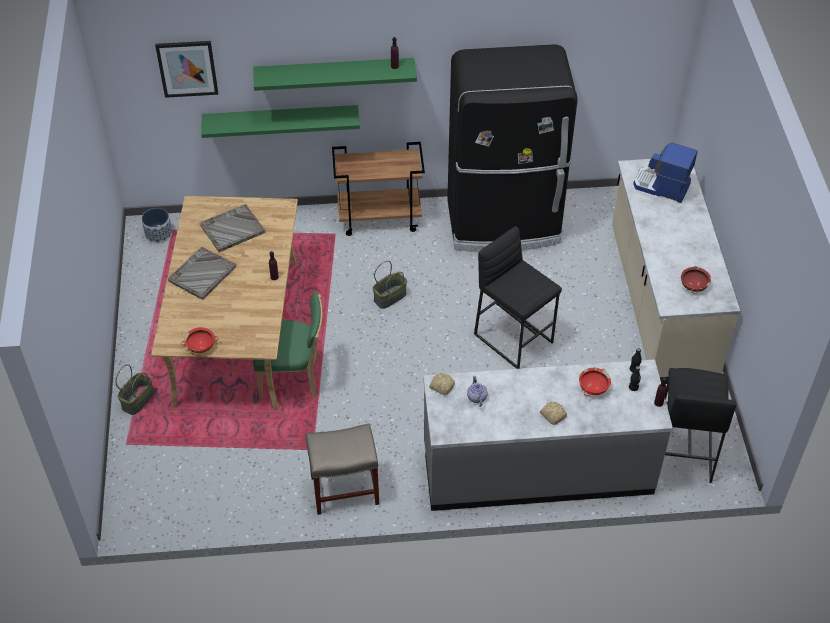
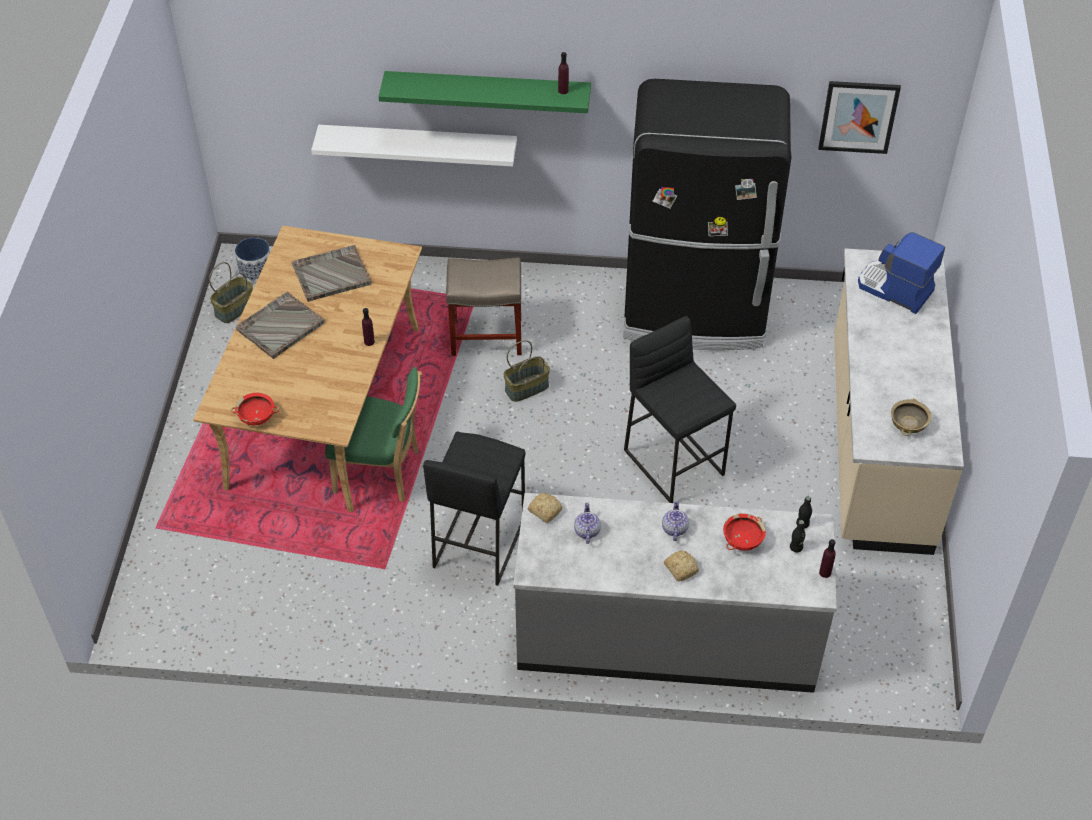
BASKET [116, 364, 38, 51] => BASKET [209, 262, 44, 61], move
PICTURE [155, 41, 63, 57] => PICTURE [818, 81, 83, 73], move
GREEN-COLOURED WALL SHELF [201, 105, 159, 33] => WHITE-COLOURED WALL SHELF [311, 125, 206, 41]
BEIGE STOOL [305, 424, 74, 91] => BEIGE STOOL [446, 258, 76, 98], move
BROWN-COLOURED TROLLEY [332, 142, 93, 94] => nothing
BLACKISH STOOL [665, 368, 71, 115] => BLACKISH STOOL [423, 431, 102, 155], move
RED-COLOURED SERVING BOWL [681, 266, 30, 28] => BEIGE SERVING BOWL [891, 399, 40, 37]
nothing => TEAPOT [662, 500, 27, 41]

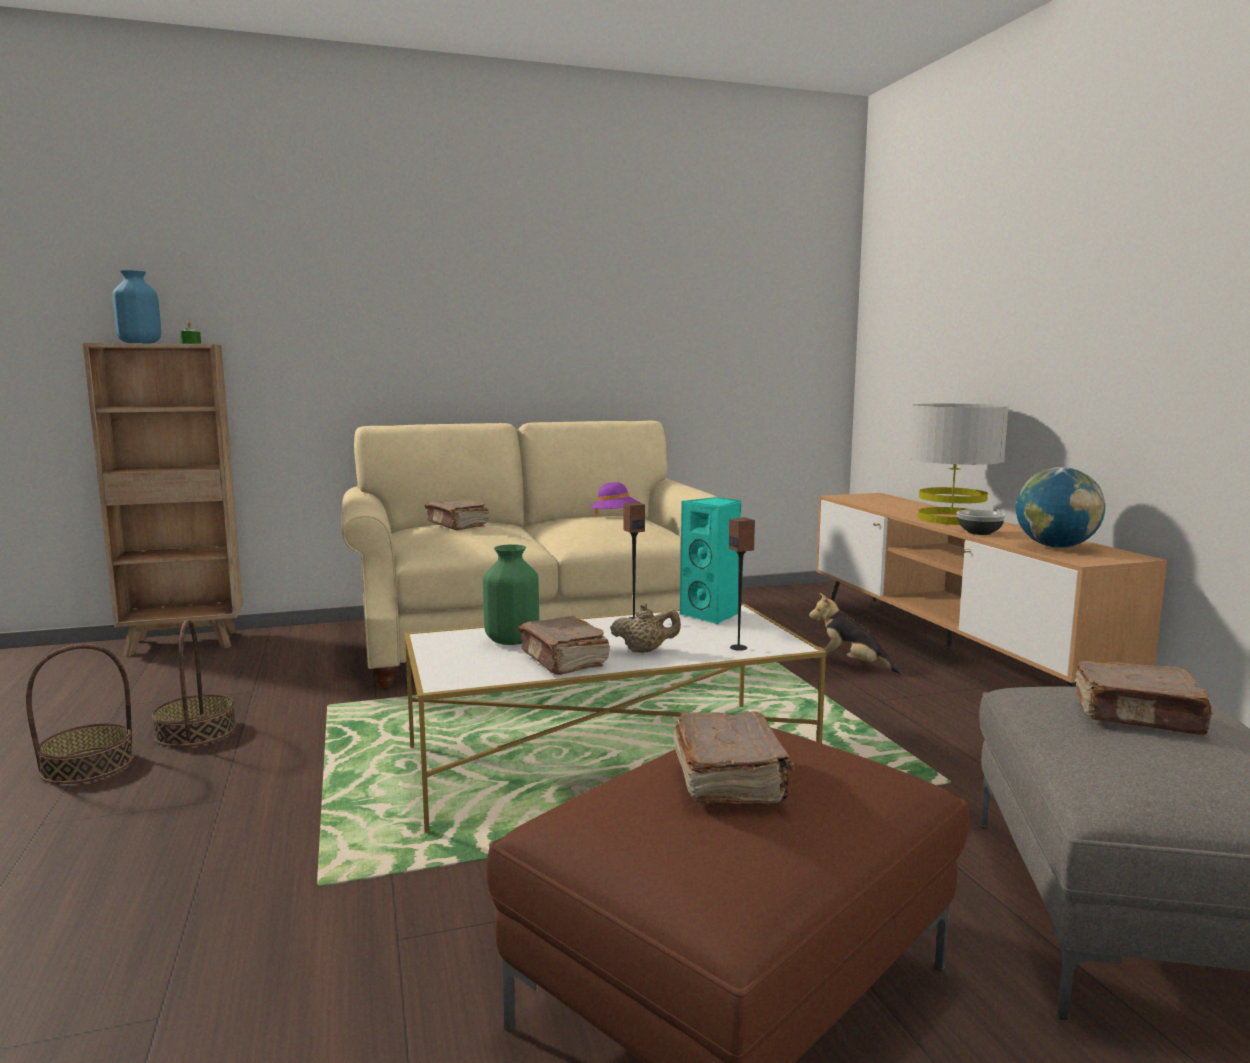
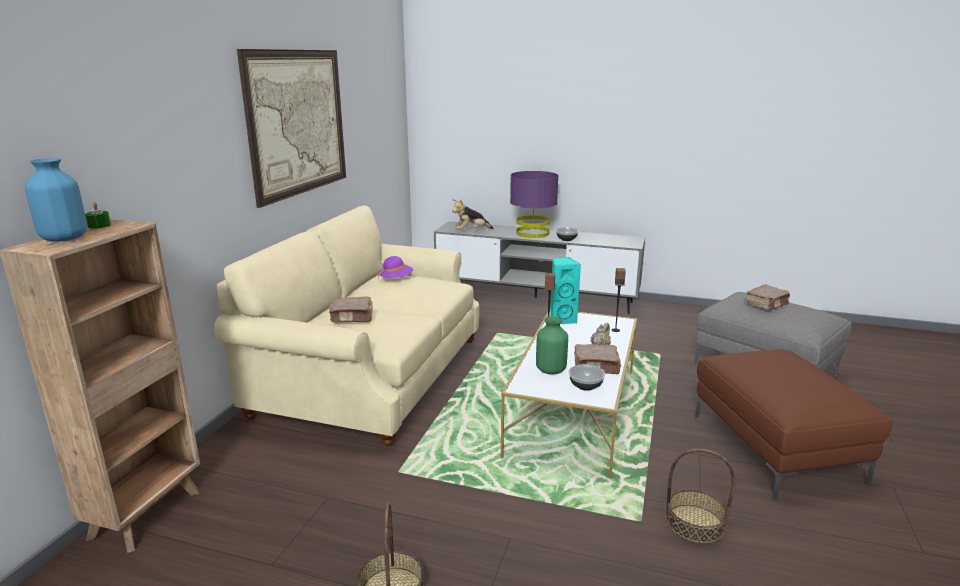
BASKET [152, 619, 84, 128] => BASKET [666, 449, 69, 95], move
BROWN-COLOURED BOUND BOOK [673, 711, 122, 94] => nothing
PLUSH TOY [809, 593, 93, 81] => PLUSH TOY [452, 199, 41, 30], move
BROWN-COLOURED TV STAND [816, 493, 351, 194] => GREYISH TV STAND [434, 221, 211, 93]
GREYISH TABLE LAMP [908, 404, 101, 121] => PURPLE-COLOURED TABLE LAMP [510, 171, 49, 67]
WORLD GLOBE [1016, 467, 89, 81] => nothing
nothing => PICTURE [237, 49, 109, 159]
nothing => SERVING BOWL [569, 364, 36, 27]

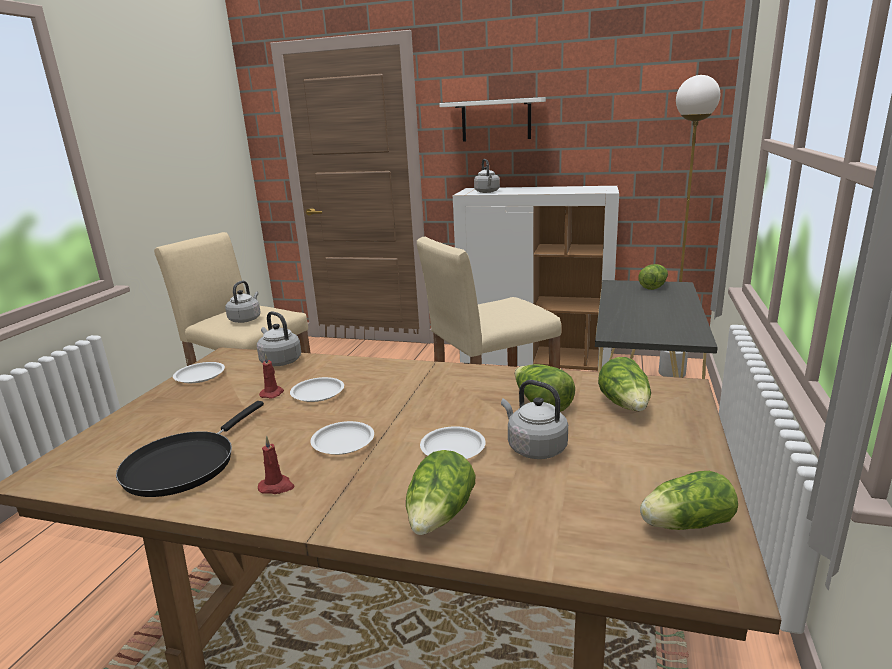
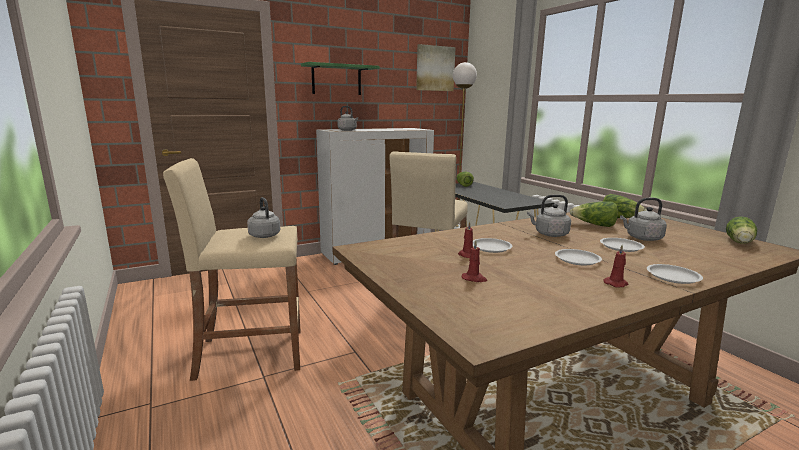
BLACKISH SKILLET [116, 401, 148, 96] => nothing
WHITE-COLOURED FLAT DISH [173, 362, 52, 21] => WHITE-COLOURED FLAT DISH [647, 264, 56, 20], move
GREYISH KETTLE [257, 311, 45, 55] => GREYISH KETTLE [527, 194, 44, 43], move
LETTUCE [406, 450, 69, 85] => nothing
WHITE-COLOURED WALL SHELF [439, 97, 107, 45] => GREEN-COLOURED WALL SHELF [301, 62, 79, 33]
nothing => PICTURE [416, 44, 40, 47]
nothing => RED-COLOURED WAX CANDLE [462, 240, 25, 42]

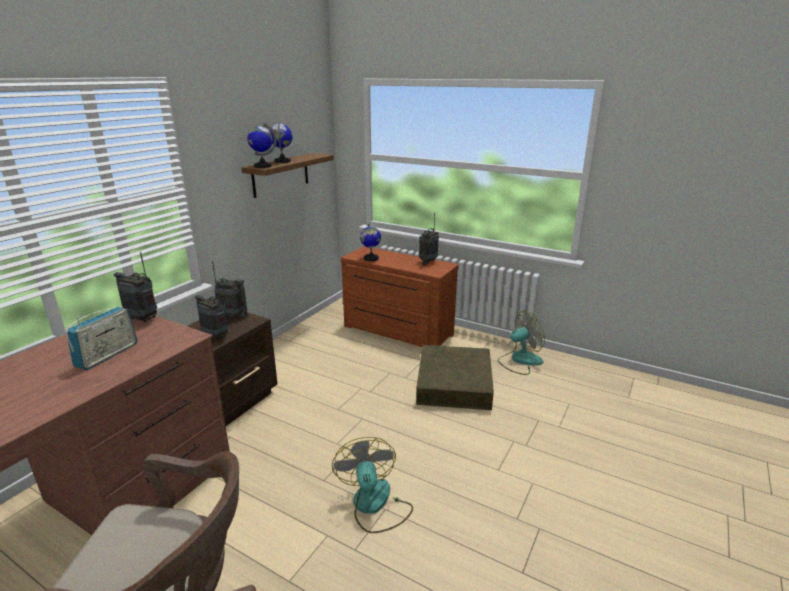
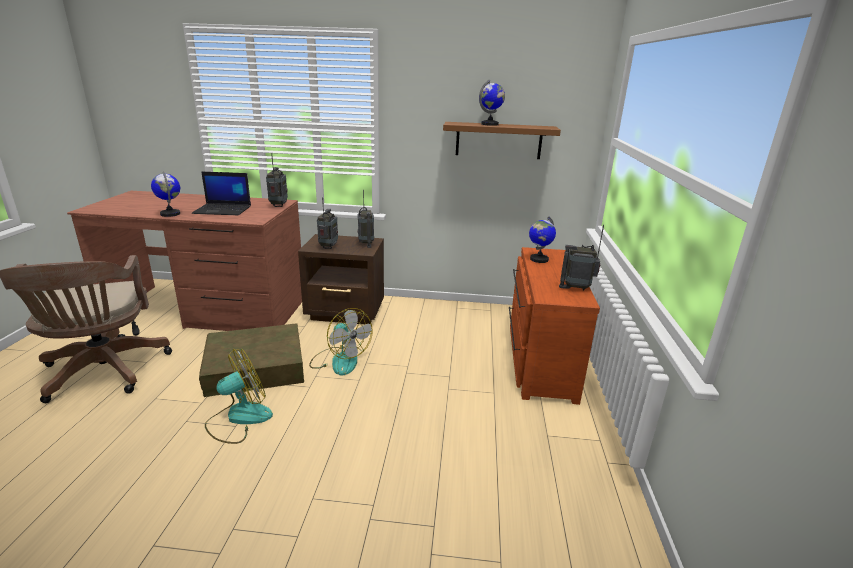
RADIO RECEIVER [66, 307, 71, 63] => PORTABLE COMPUTER [192, 172, 59, 43]
WORLD GLOBE [247, 123, 30, 45] => WORLD GLOBE [151, 172, 29, 45], move
BROWN-COLOURED STORAGE BIN [416, 345, 78, 65] => BROWN-COLOURED STORAGE BIN [199, 323, 105, 74], move
COOLING FAN [498, 311, 47, 64] => COOLING FAN [309, 308, 64, 67], move

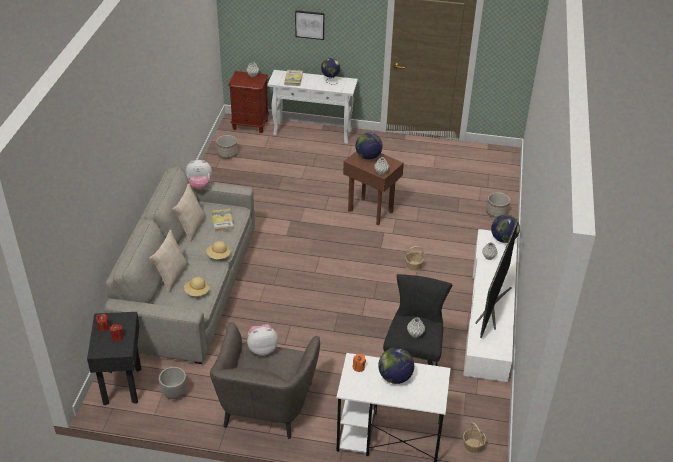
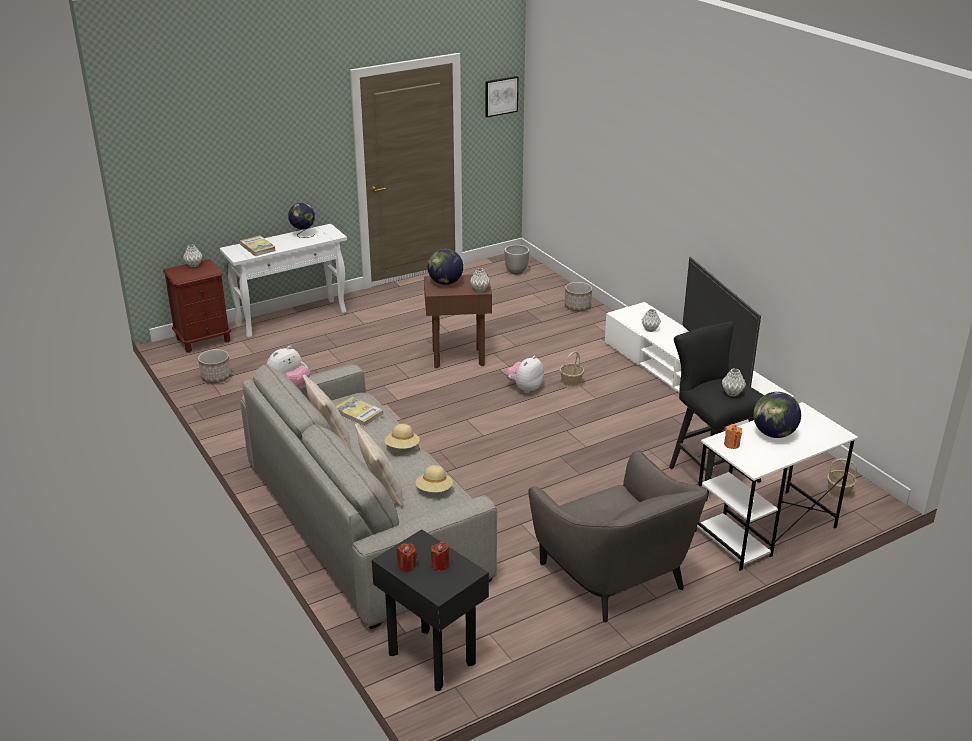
PLANTER [159, 367, 28, 32] => PLANTER [504, 245, 26, 30], move
PLUSH TOY [247, 324, 31, 31] => PLUSH TOY [505, 356, 39, 37], move
PICTURE [295, 10, 30, 30] => PICTURE [485, 76, 33, 41], move
WORLD GLOBE [491, 215, 29, 28] => nothing

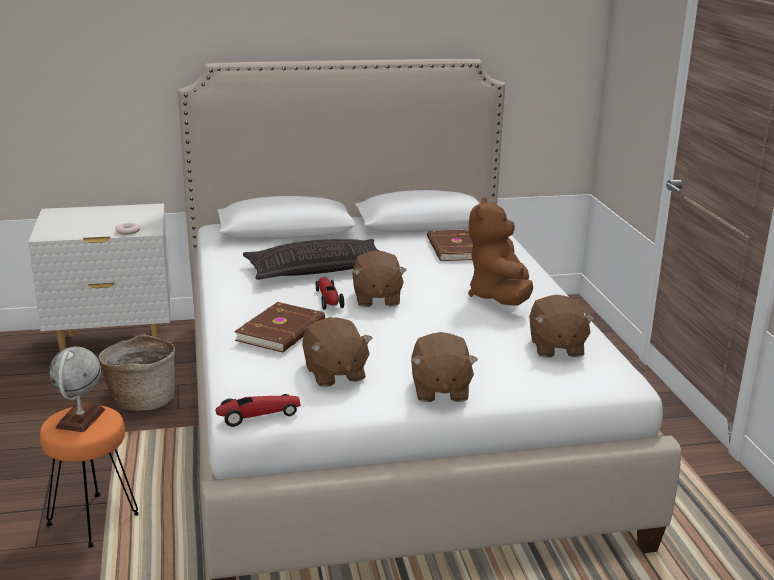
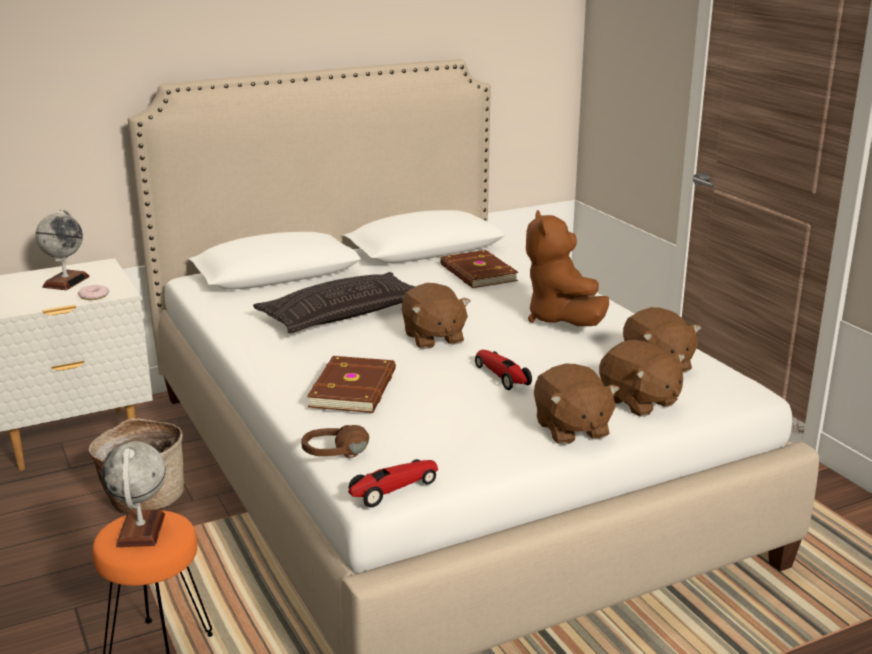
BROWN-COLOURED PLUSH TOY [302, 317, 71, 70] => BROWN-COLOURED PLUSH TOY [599, 340, 86, 77], move
MODEL CAR [315, 277, 29, 33] => MODEL CAR [475, 350, 57, 40], move
nothing => WORLD GLOBE [36, 209, 54, 81]
nothing => BROWN-COLOURED HEADPHONES [301, 425, 68, 33]

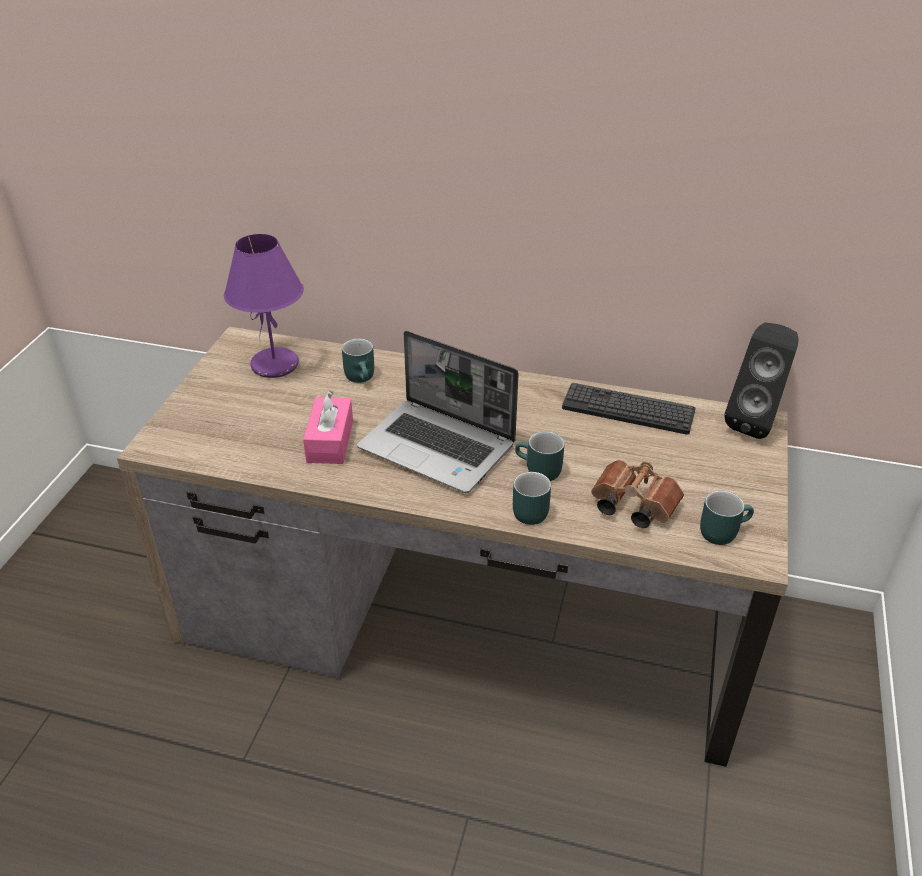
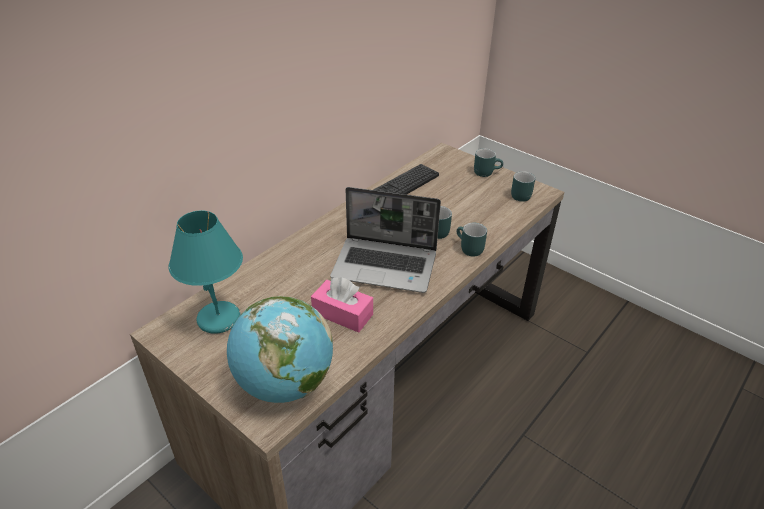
PURPLE-COLOURED TABLE LAMP [224, 234, 80, 144] => BLUE-GREEN TABLE LAMP [169, 211, 74, 123]
BLUE-GREEN TEA MUG [342, 339, 32, 44] => BLUE-GREEN TEA MUG [474, 148, 29, 29], move
PORTABLE COMPUTER [357, 331, 162, 162] => PORTABLE COMPUTER [330, 187, 111, 106], 45 degrees clockwise
BROWN-COLOURED BINOCULARS [591, 460, 93, 68] => nothing
BLACKISH AUDIO SPEAKER [724, 322, 75, 117] => nothing
nothing => WORLD GLOBE [227, 296, 106, 107]

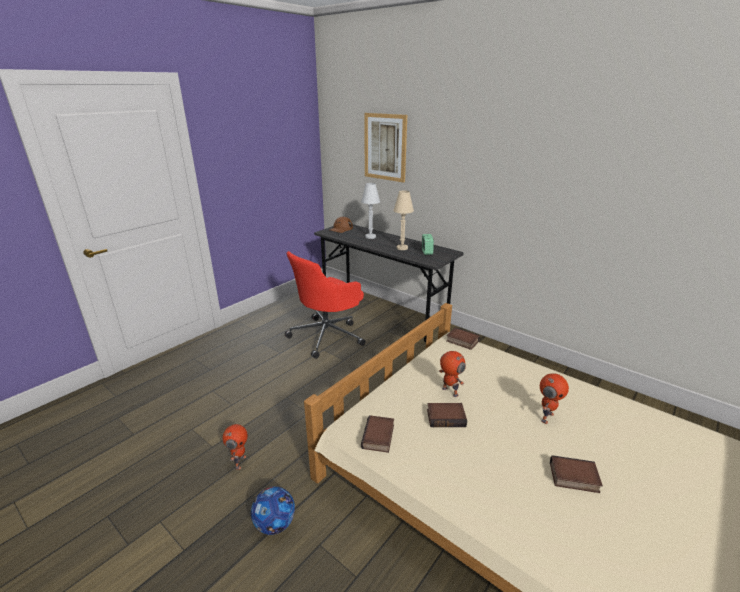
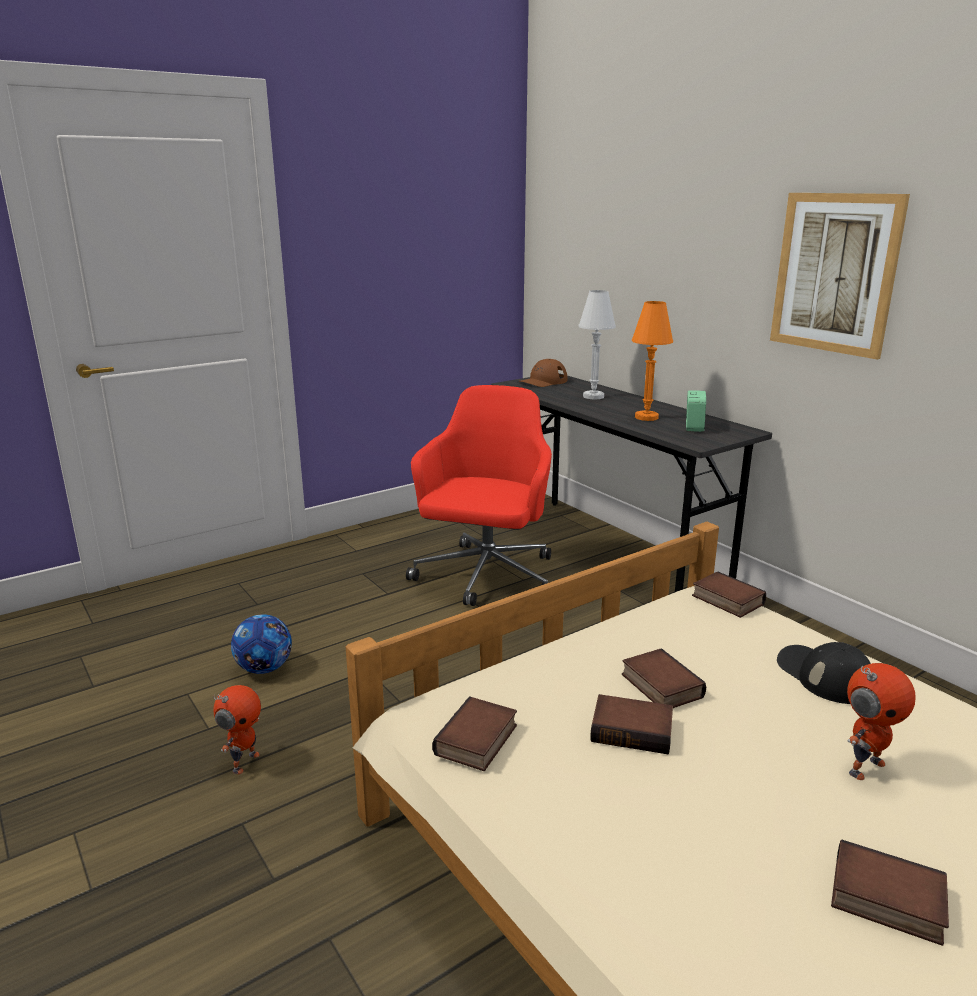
FOOTBALL BALL [251, 487, 44, 48] => FOOTBALL BALL [231, 614, 61, 60], move
RED-COLOURED COMPUTER CHAIR [285, 251, 80, 108] => RED-COLOURED COMPUTER CHAIR [406, 385, 146, 221], 135 degrees clockwise
PICTURE [364, 113, 43, 70] => PICTURE [770, 193, 140, 166], move
BEIGE TABLE LAMP [393, 190, 21, 60] => ORANGE TABLE LAMP [632, 301, 41, 120]
ROBOT FIGURE [439, 351, 27, 46] => BOUND BOOK [622, 648, 84, 60]
nothing => BLACKISH BASEBALL CAP [777, 642, 94, 62]

